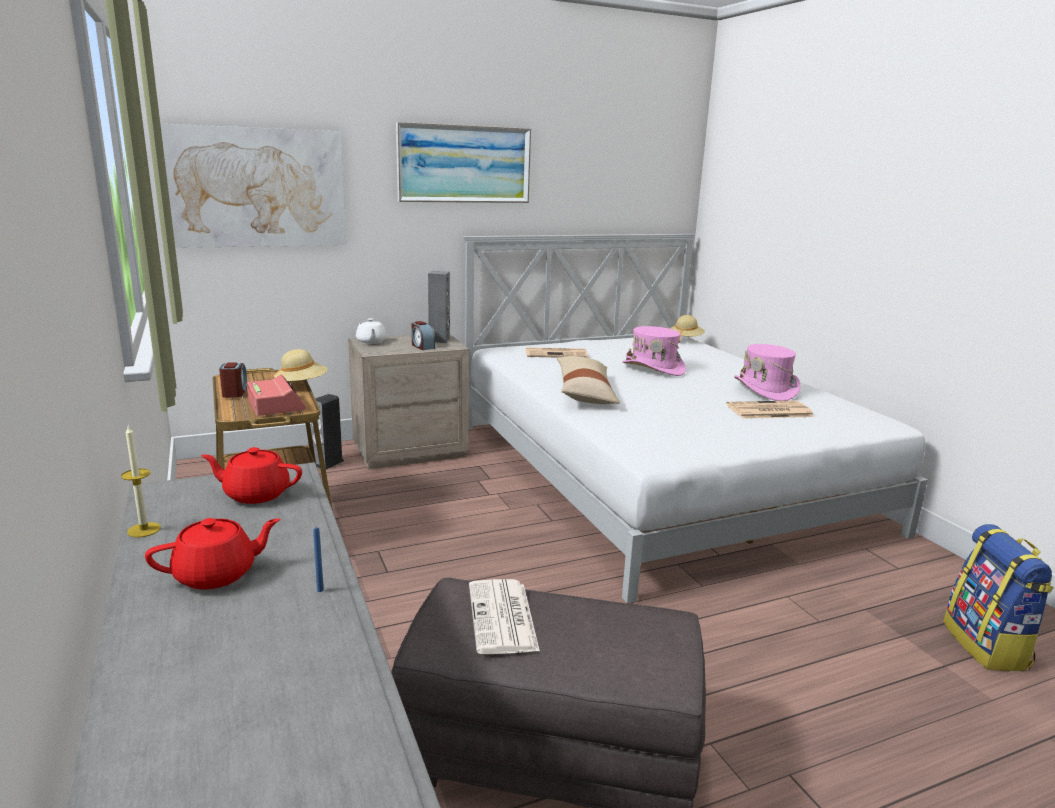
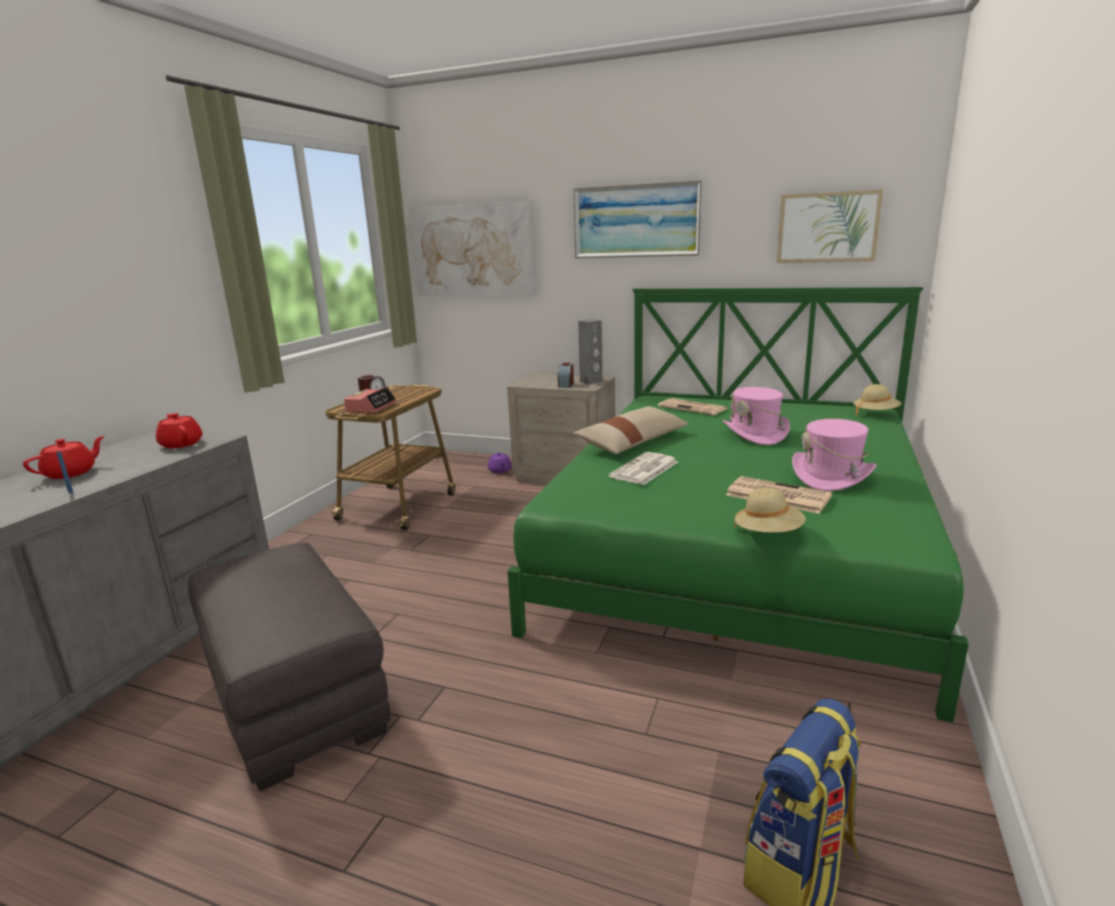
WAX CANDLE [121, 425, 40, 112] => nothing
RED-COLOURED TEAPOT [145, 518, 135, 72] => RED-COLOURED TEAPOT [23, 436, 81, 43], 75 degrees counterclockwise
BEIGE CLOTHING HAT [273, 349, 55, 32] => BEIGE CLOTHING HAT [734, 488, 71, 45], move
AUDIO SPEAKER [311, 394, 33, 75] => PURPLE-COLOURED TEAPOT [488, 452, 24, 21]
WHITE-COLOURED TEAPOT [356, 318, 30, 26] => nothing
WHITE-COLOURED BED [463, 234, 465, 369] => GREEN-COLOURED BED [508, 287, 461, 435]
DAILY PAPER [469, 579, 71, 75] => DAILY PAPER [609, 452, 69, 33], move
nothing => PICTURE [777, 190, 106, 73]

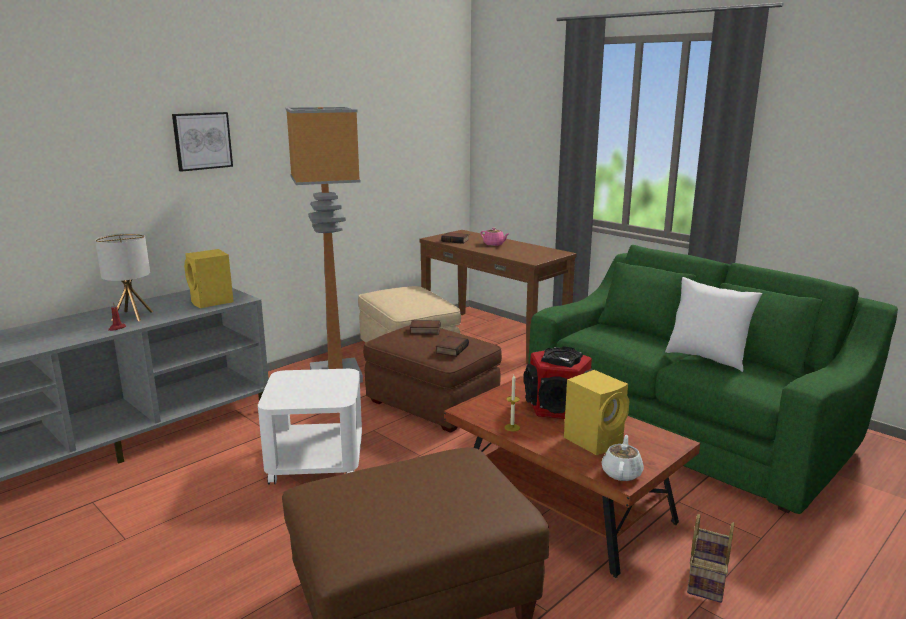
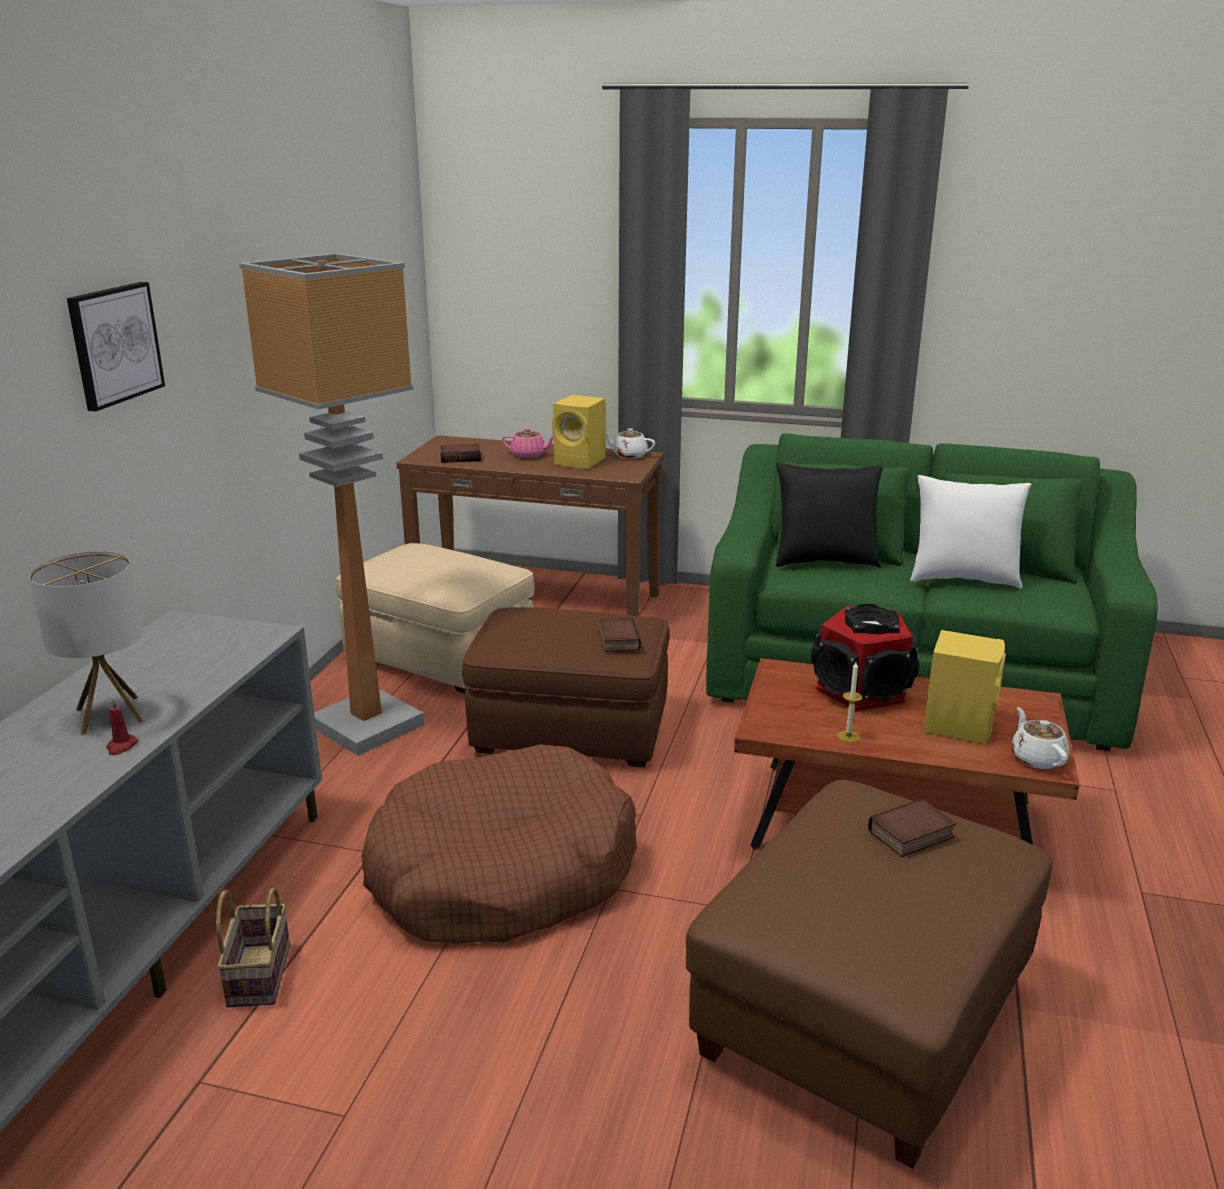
YELLOW-COLOURED AUDIO SPEAKER [184, 249, 50, 59] => YELLOW-COLOURED AUDIO SPEAKER [552, 395, 53, 74], move
WHITE-COLOURED ACCENT TABLE [258, 369, 104, 116] => BROWN-COLOURED DOG BED [361, 744, 276, 200]
BOUND BOOK [410, 320, 31, 15] => BOUND BOOK [868, 799, 88, 58], move
BASKET [687, 514, 47, 89] => BASKET [216, 888, 74, 119], move
nothing => WHITE-COLOURED TEAPOT [605, 428, 50, 31]
nothing => BLACKISH THROW PILLOW [776, 463, 107, 105]

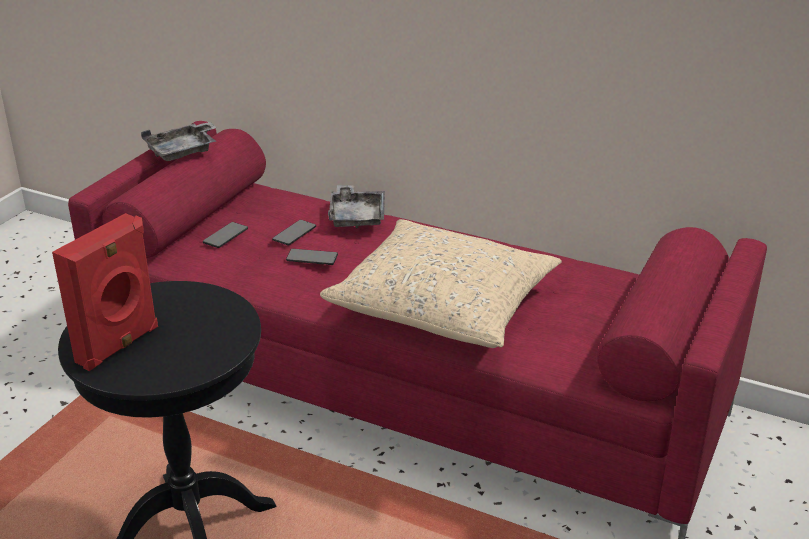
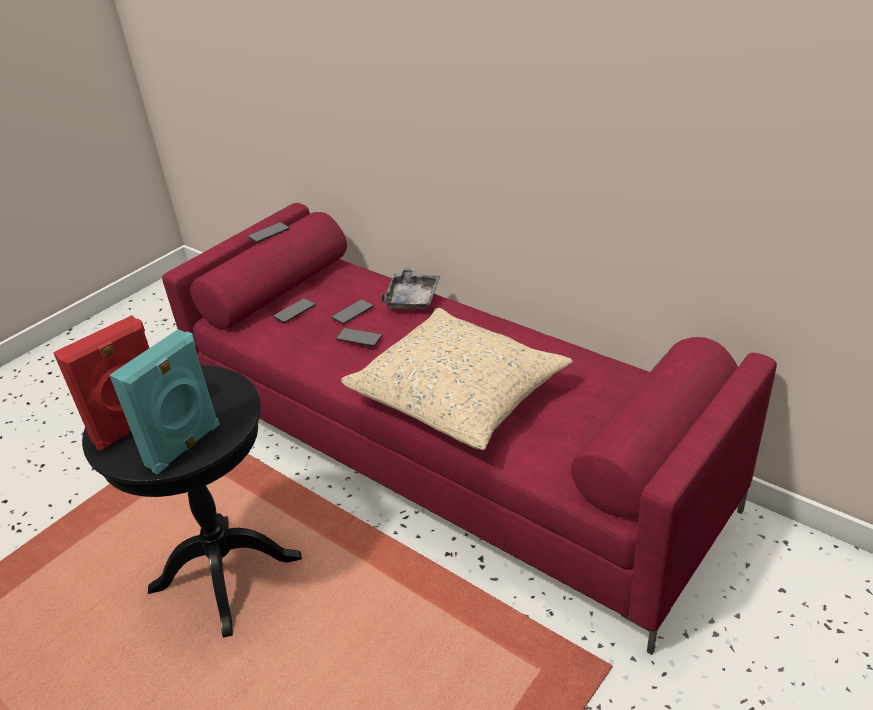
GREYISH CARRYING TRAY [141, 122, 76, 39] => PHONE [248, 222, 42, 21]
nothing => BLUE-GREEN AUDIO SPEAKER [109, 329, 111, 145]

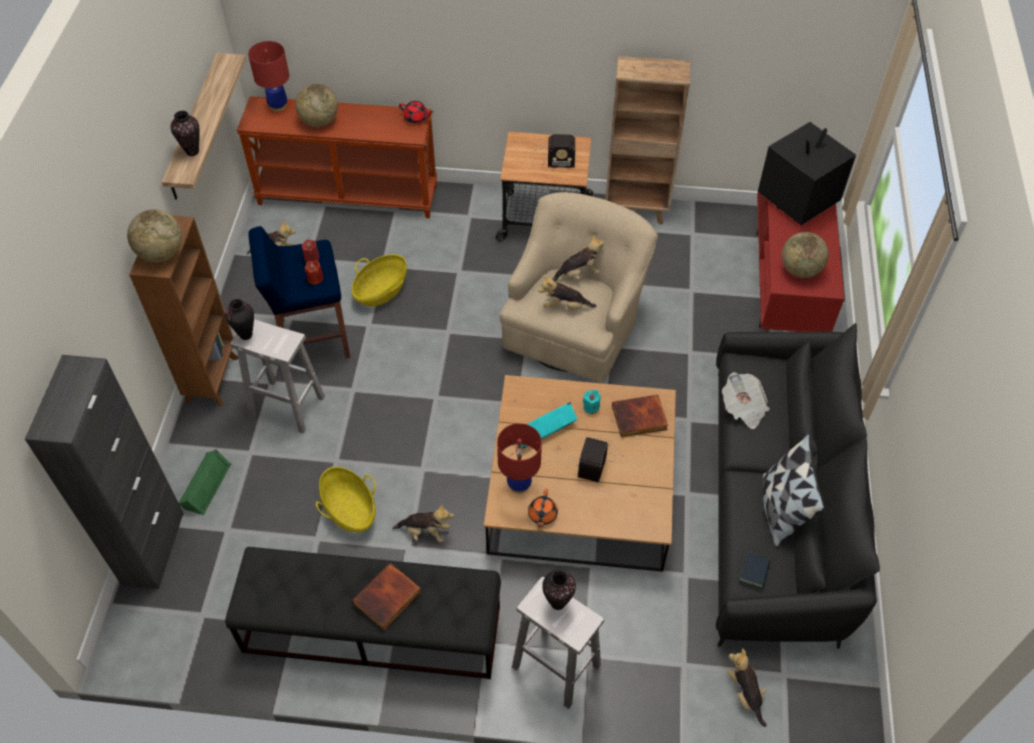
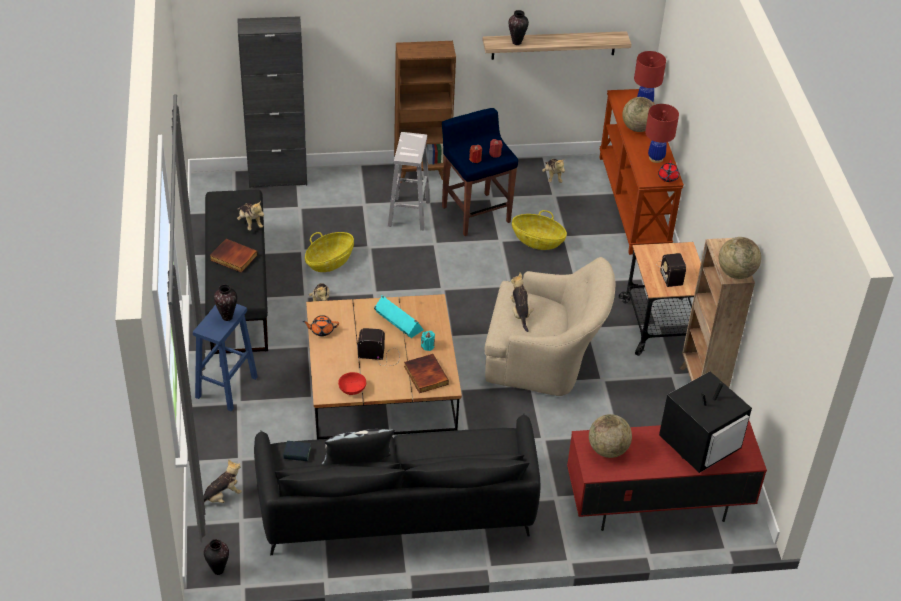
WORLD GLOBE [127, 210, 55, 52] => WORLD GLOBE [719, 237, 42, 42], move
GREEN-COLOURED AUDIO SPEAKER [178, 449, 53, 66] => nothing
FLOWER VASE [225, 299, 29, 41] => FLOWER VASE [204, 539, 25, 36], move
RED-COLOURED TABLE LAMP [497, 423, 45, 71] => RED-COLOURED TABLE LAMP [645, 104, 34, 59], move
WHITE-COLOURED STOOL [512, 577, 92, 132] => BLUE STOOL [193, 304, 65, 107]
PLUSH TOY [552, 235, 52, 46] => PLUSH TOY [237, 200, 27, 31], move
DAILY PAPER [722, 372, 48, 57] => nothing
TV SET [758, 122, 98, 103] => TV SET [659, 371, 93, 102], 105 degrees clockwise
nothing => RED-COLOURED SERVING BOWL [338, 372, 28, 23]

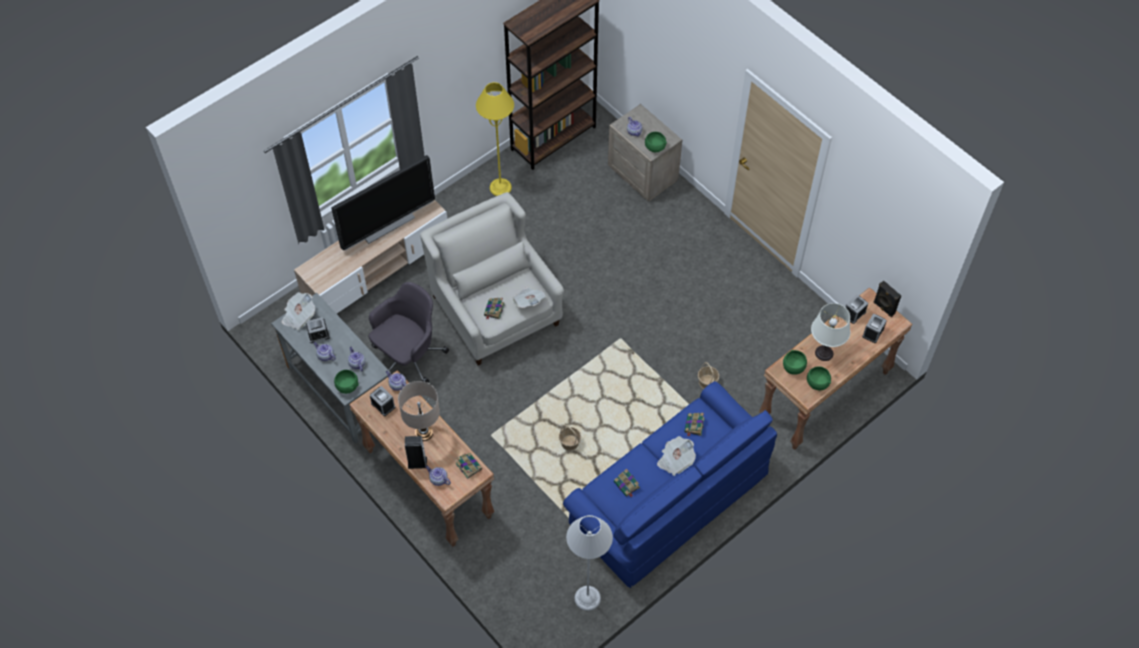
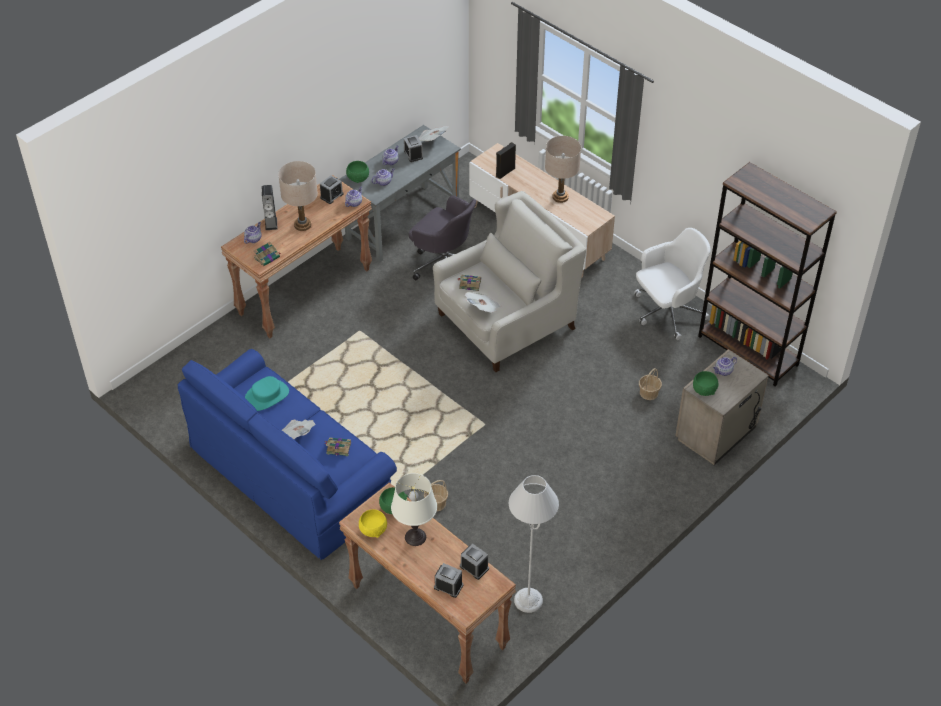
TV SET [331, 155, 104, 95] => BEIGE TABLE LAMP [545, 136, 36, 67]
YELLOW-COLOURED STANDARD LAMP [476, 82, 38, 114] => WHITE-COLOURED COMPUTER CHAIR [634, 228, 77, 112]
BASKET [559, 425, 22, 26] => BASKET [639, 368, 23, 32], move
GREYISH STANDARD LAMP [566, 515, 47, 96] => GREYISH STANDARD LAMP [509, 475, 50, 138], move
BOUND BOOK [614, 468, 26, 29] => BLUE-GREEN CLOTHING HAT [245, 376, 44, 35]
GREEN-COLOURED SERVING BOWL [807, 367, 24, 24] => YELLOW-COLOURED SERVING BOWL [359, 509, 28, 29]
BLACKISH AUDIO SPEAKER [874, 281, 27, 36] => BLACKISH AUDIO SPEAKER [496, 142, 20, 37], move

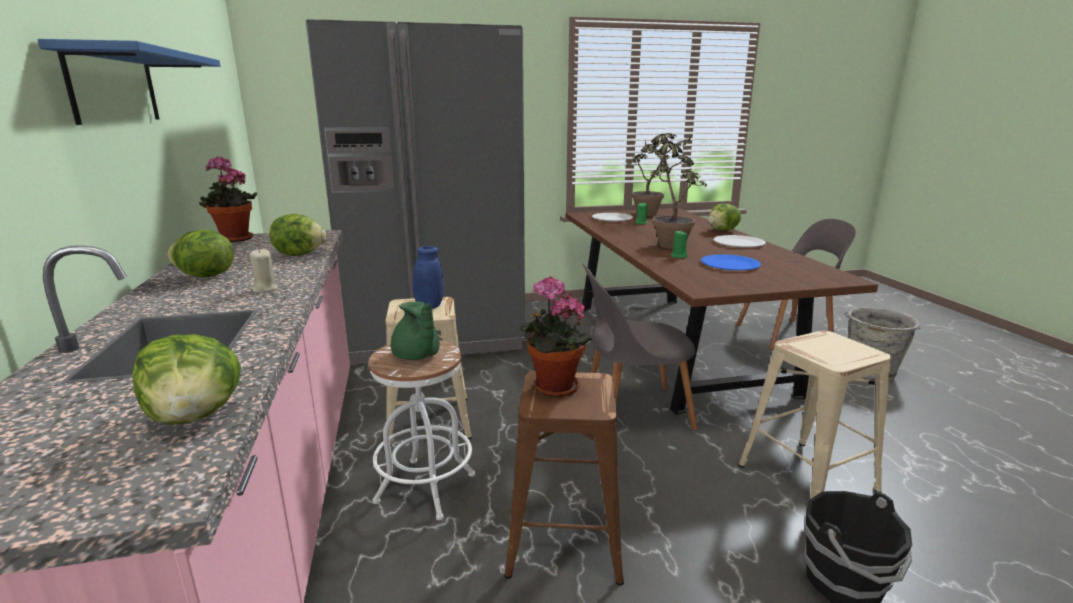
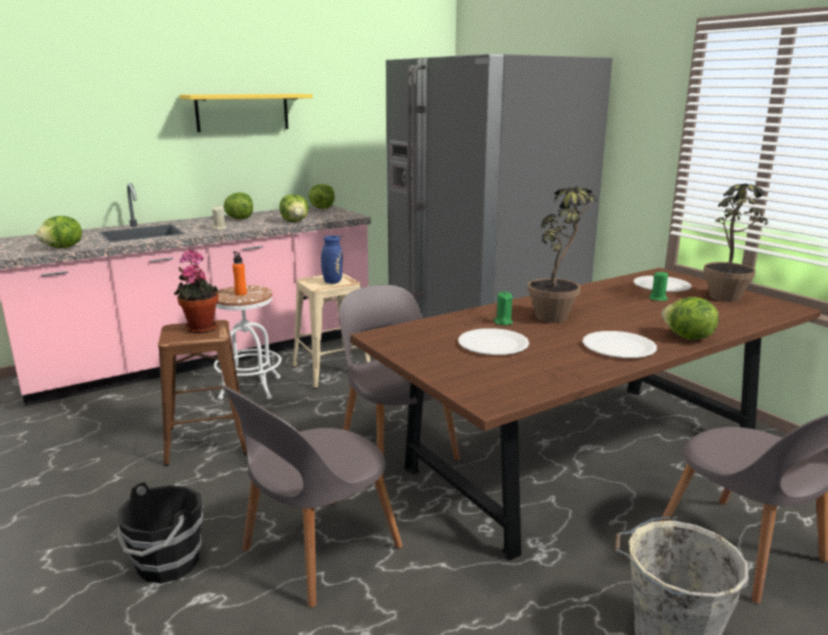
BLUE WALL SHELF [38, 39, 182, 86] => YELLOW-COLOURED WALL SHELF [180, 94, 133, 38]
POTTED PLANT [199, 156, 58, 86] => LETTUCE [308, 184, 27, 25]
GREEN-COLOURED TEAPOT [391, 301, 49, 59] => ORANGE BOTTLE [232, 251, 15, 45]
BLUE FLAT DISH [701, 254, 60, 16] => WHITE-COLOURED FLAT DISH [458, 328, 71, 27]
BEIGE STOOL [739, 331, 153, 168] => GREYISH PLAIN CHAIR [221, 385, 182, 223]

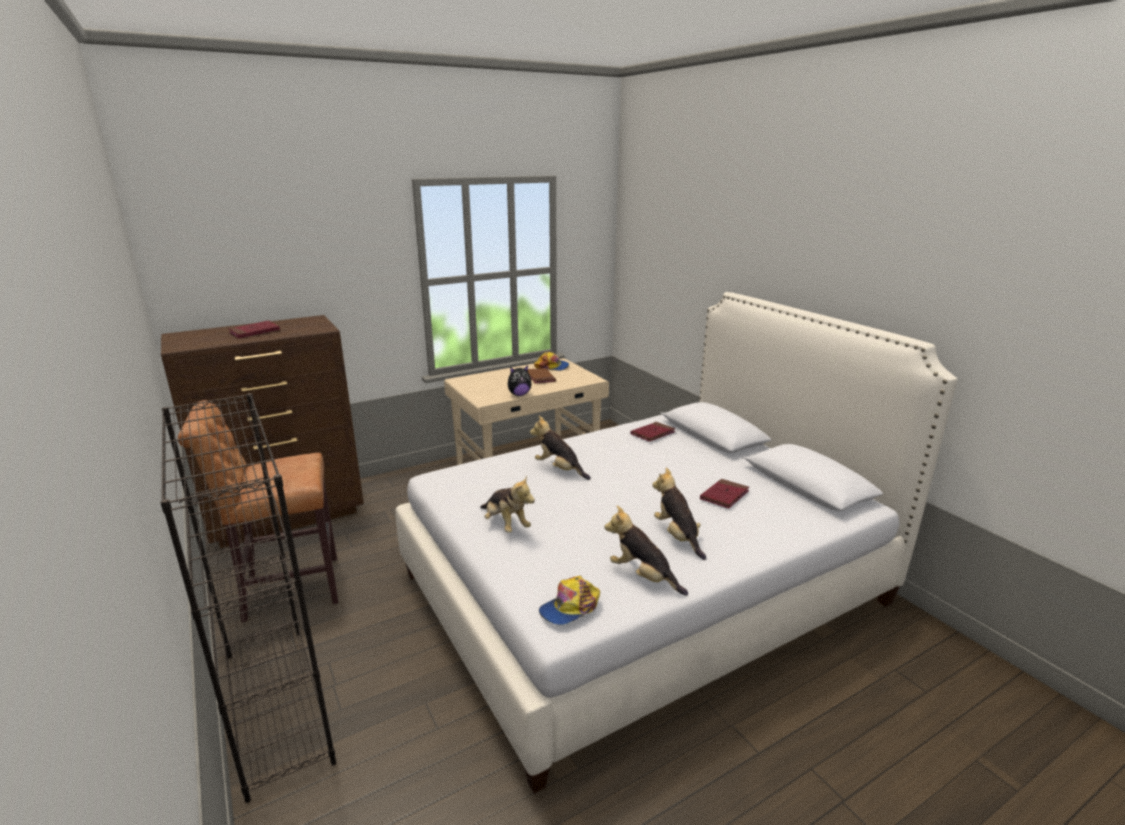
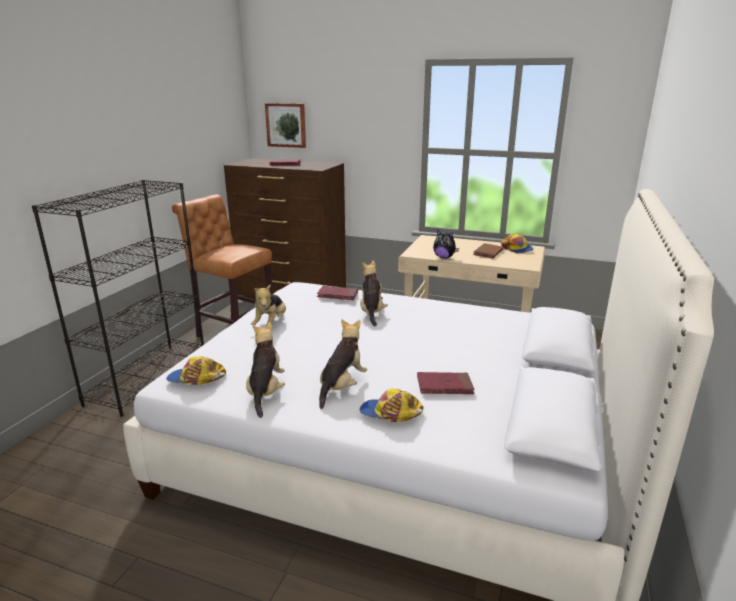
RED-COLOURED BOUND BOOK [631, 422, 44, 20] => RED-COLOURED BOUND BOOK [317, 286, 41, 14], move
nothing => PICTURE [265, 103, 41, 45]
nothing => BASEBALL CAP [360, 389, 64, 33]

